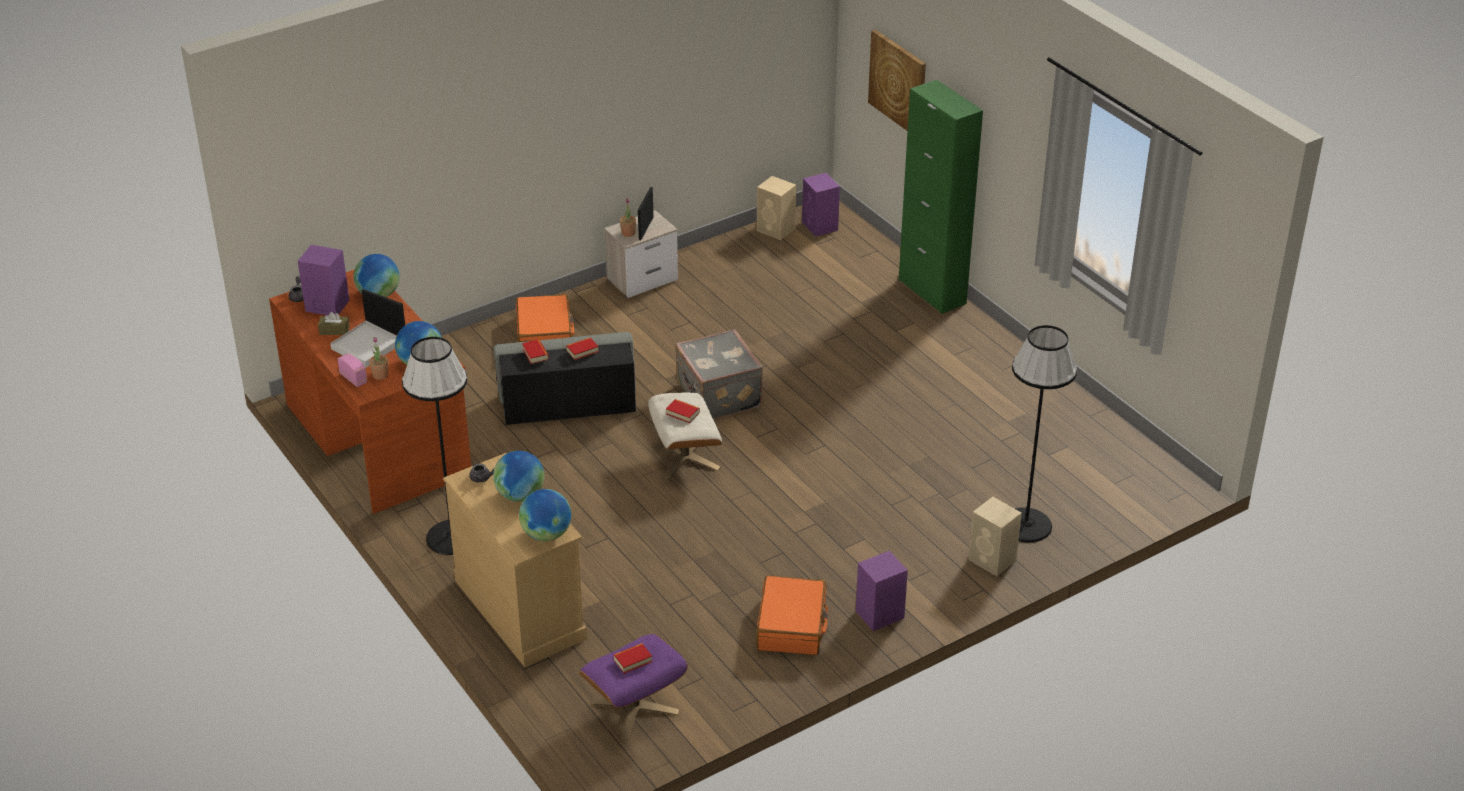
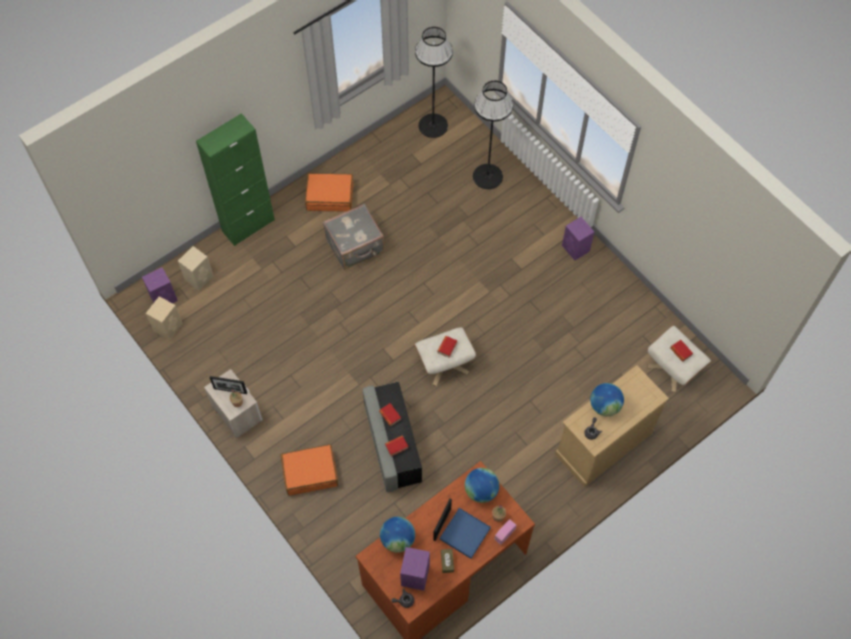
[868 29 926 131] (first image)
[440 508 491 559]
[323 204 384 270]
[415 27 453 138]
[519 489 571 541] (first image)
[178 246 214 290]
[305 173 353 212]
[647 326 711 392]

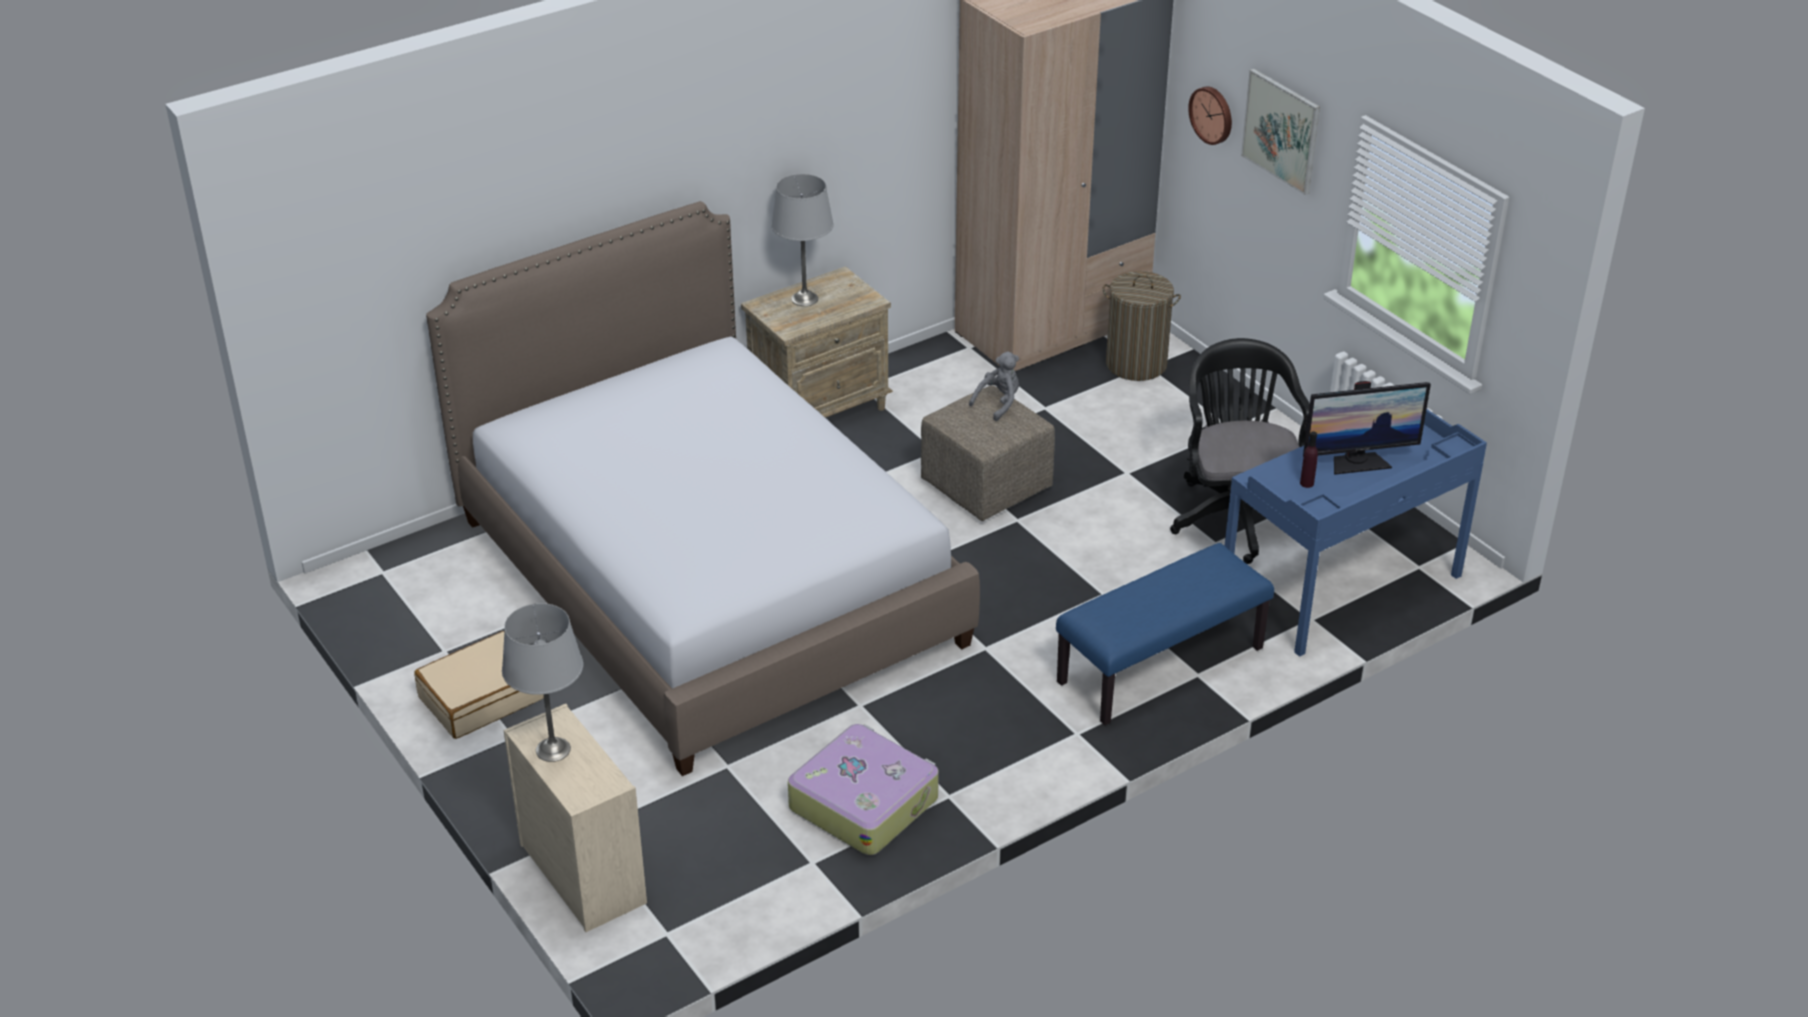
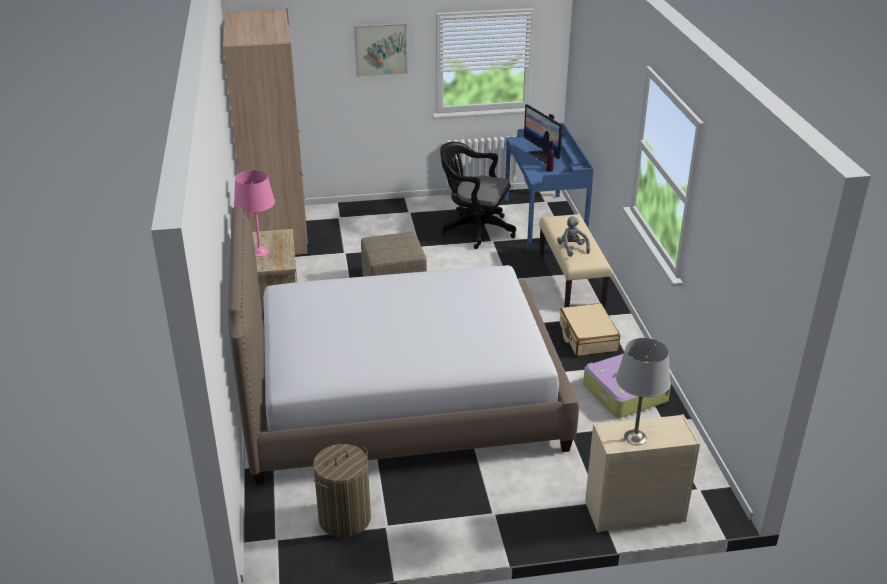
[1188 86 1232 145] (first image)
[234 170 275 257]
[313 444 371 538]
[557 216 590 257]
[524 104 563 163]
[539 214 611 307]
[560 303 620 356]

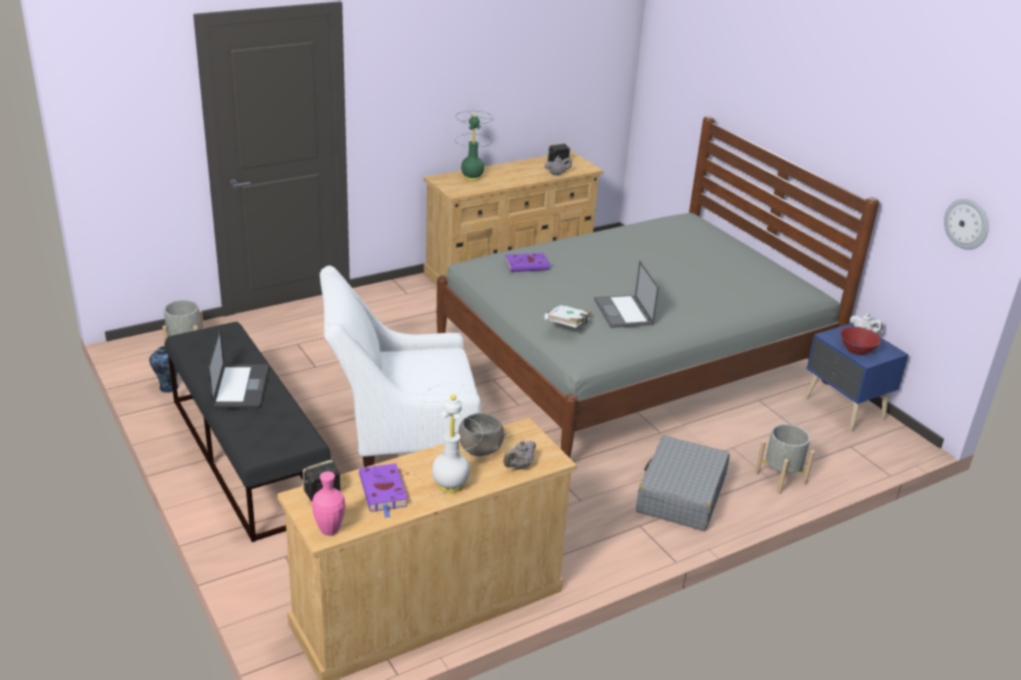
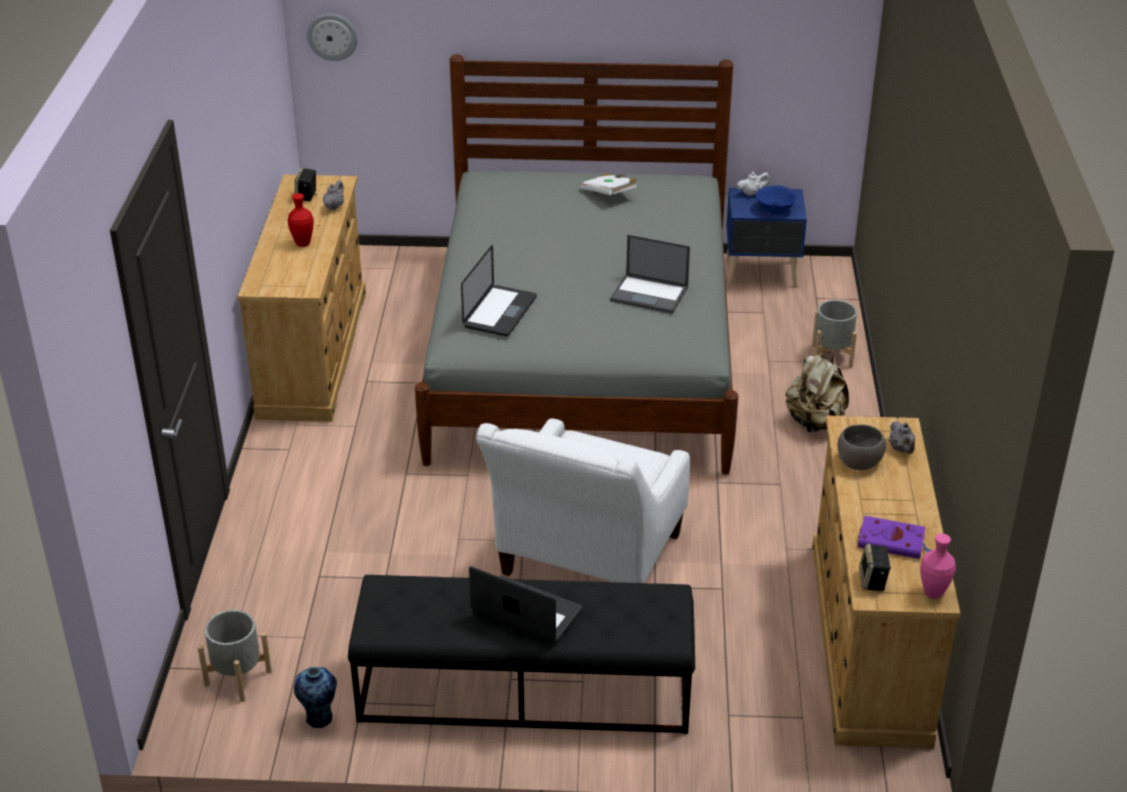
[455 111 493 181] (first image)
[307 14 358 61]
[461 245 537 337]
[579 173 637 195]
[756 185 797 214]
[421 383 484 494] (first image)
[786 352 849 433]
[288 193 314 247]

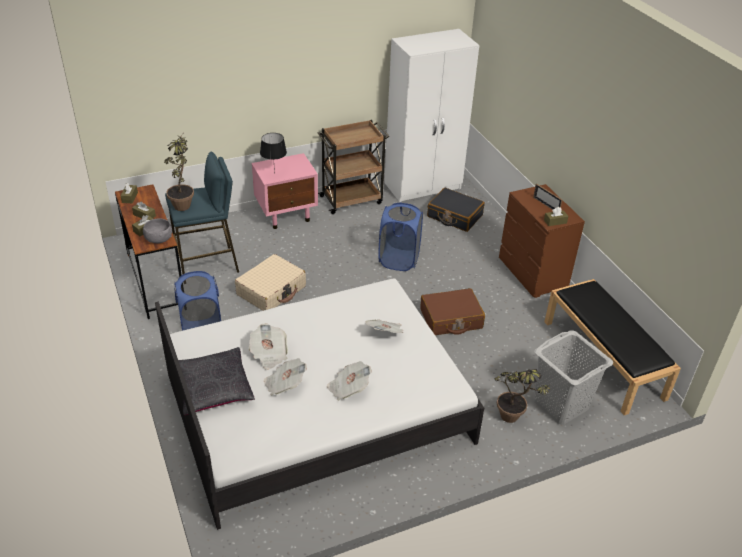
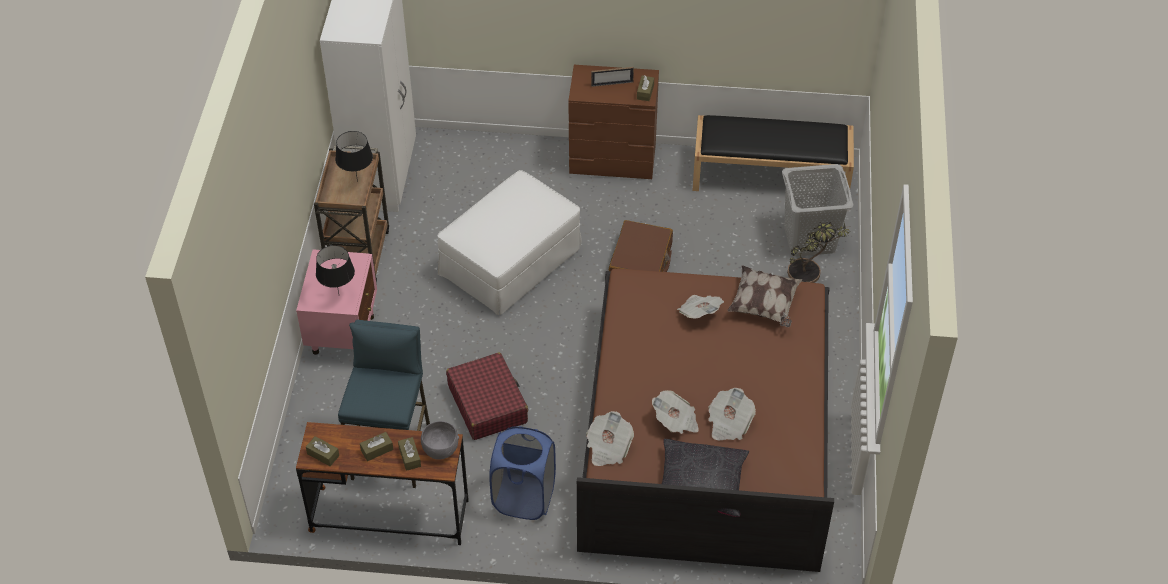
[164 134 194 211] (first image)
[427 188 485 232] (first image)
[437 170 582 315]
[446 352 528 440]
[577 269 834 572]
[586 411 634 466]
[335 131 373 182]
[727 265 803 327]

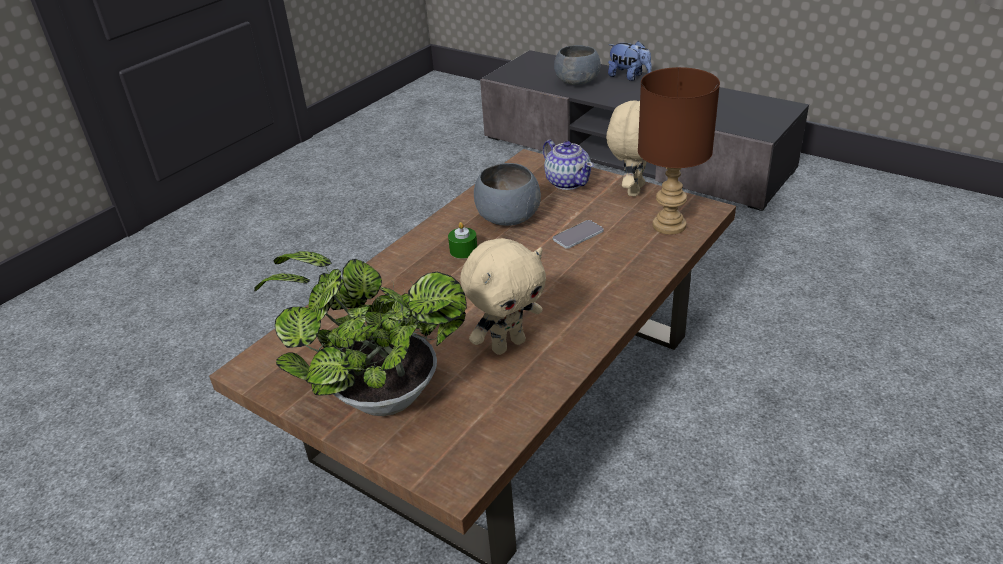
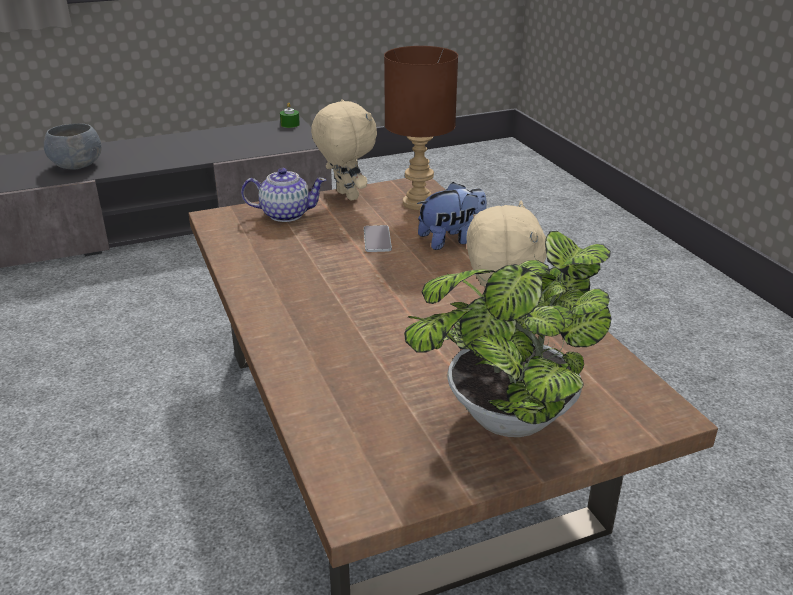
[417 182 487 250]
[474 163 541 226] (first image)
[280 102 300 128]

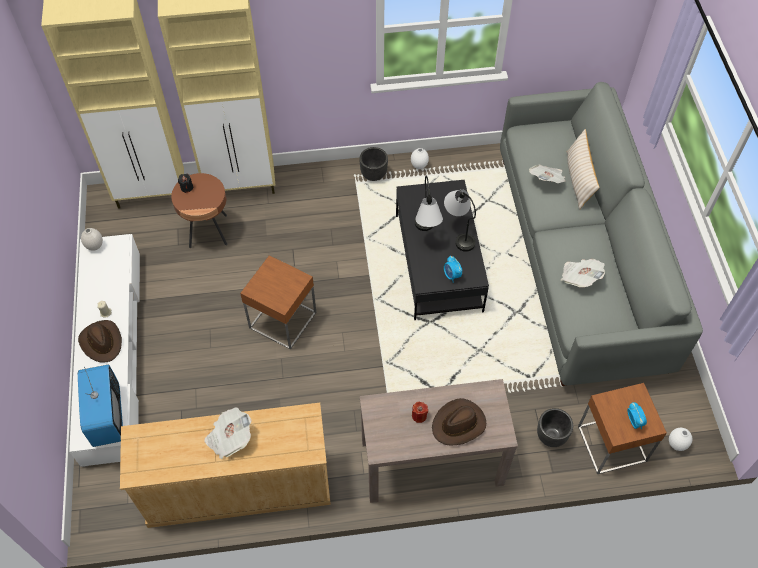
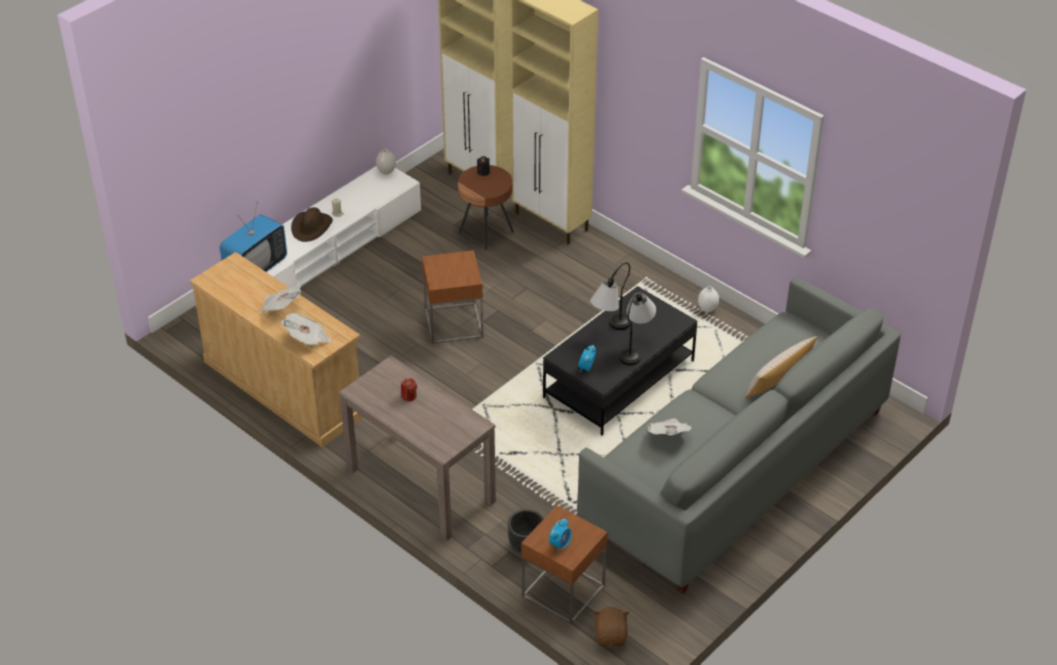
[359 147 388 181] (first image)
[281 313 331 345]
[432 398 486 445] (first image)
[594 607 629 647]

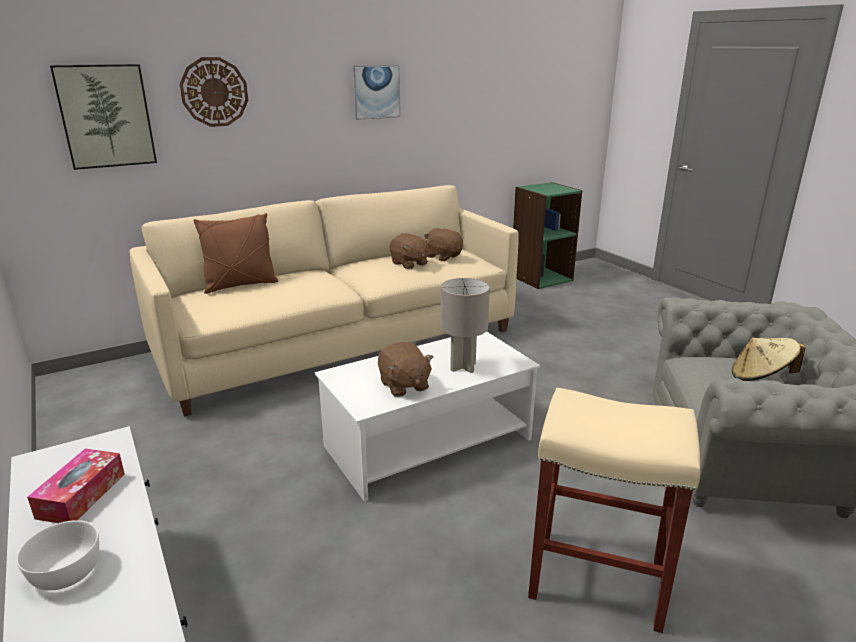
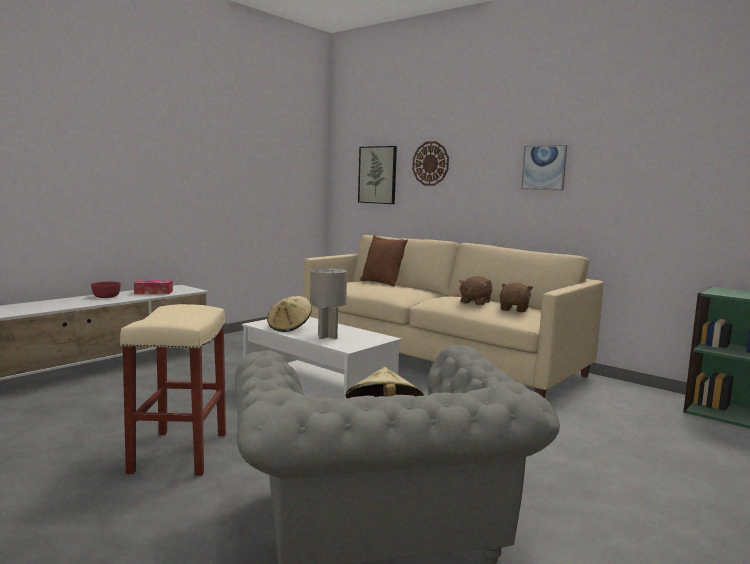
[267 296 312 332]
[91 282 121 298]

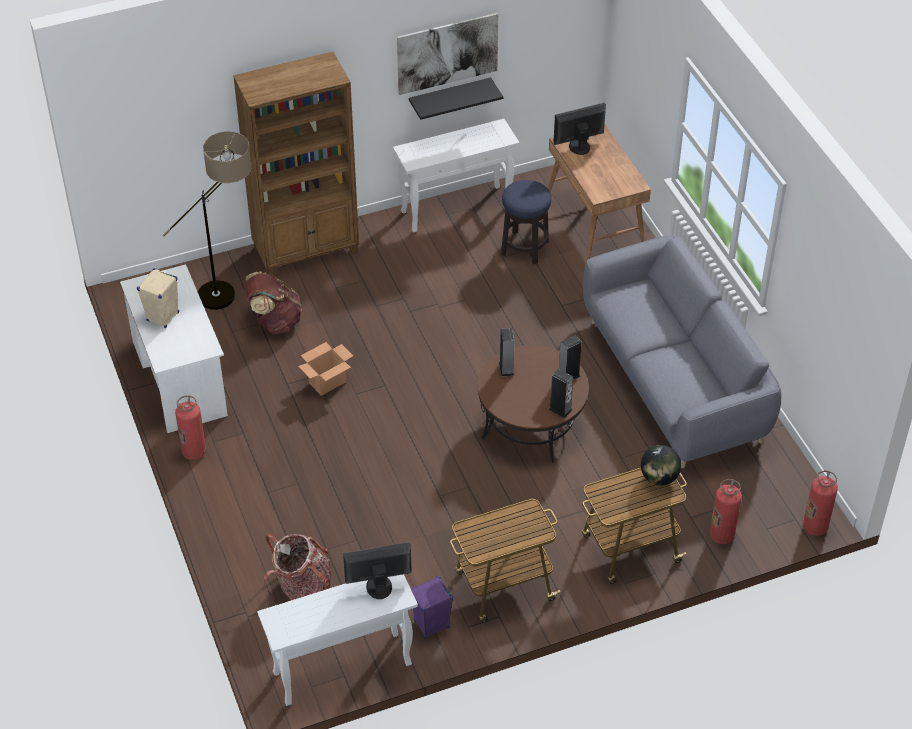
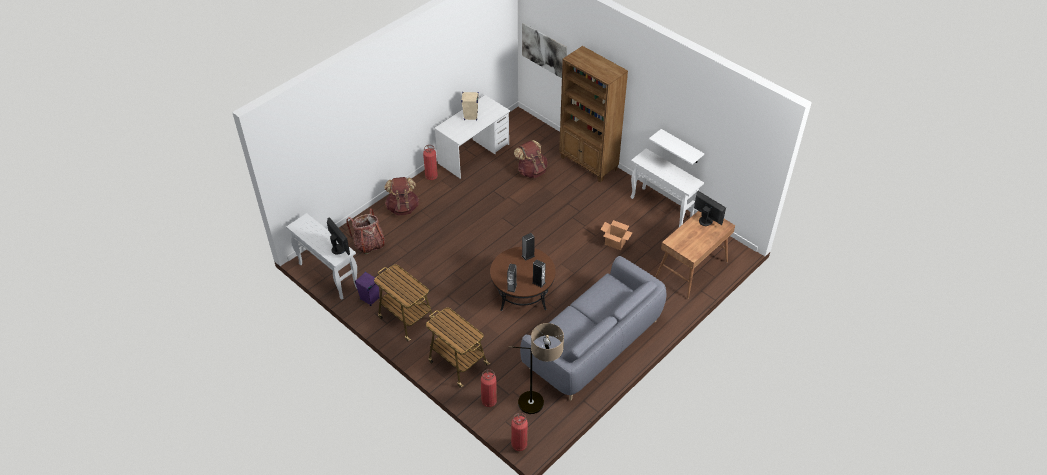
[522 23 567 78]
[649 129 704 165]
[509 323 564 414]
[501 180 551 265] (first image)
[600 220 632 250]
[641 445 681 485] (first image)
[385 177 419 215]

